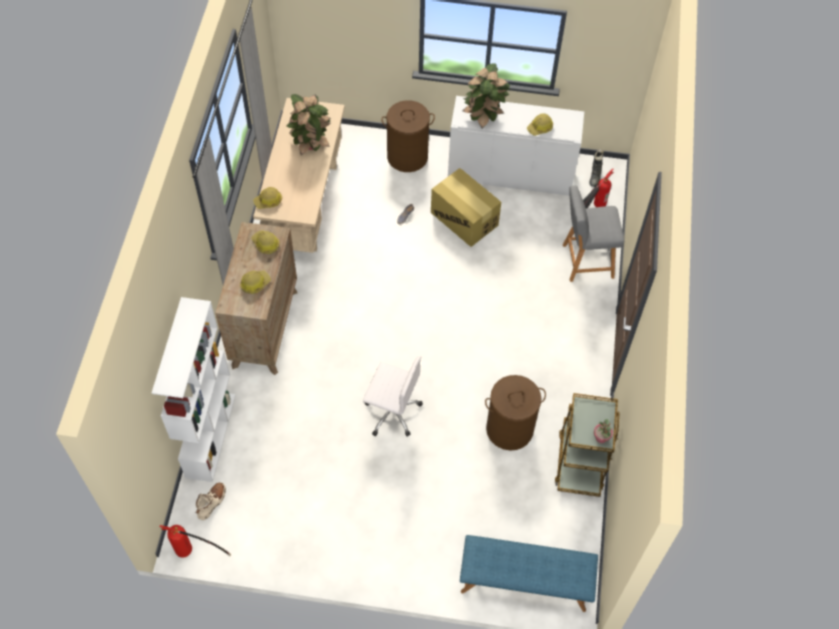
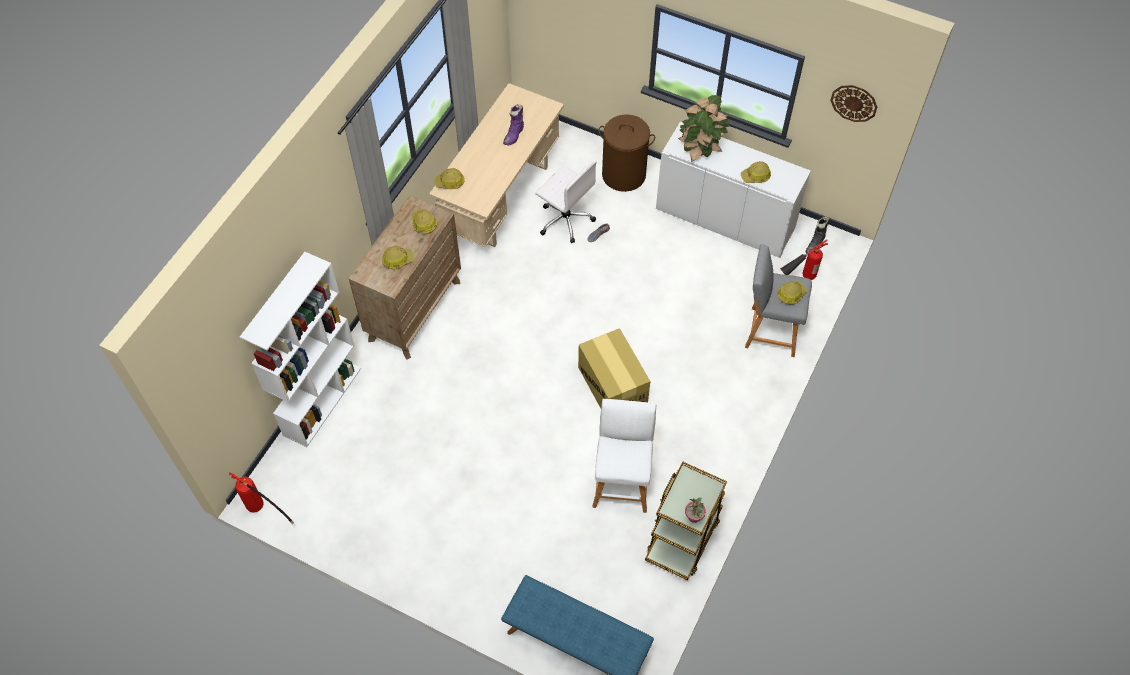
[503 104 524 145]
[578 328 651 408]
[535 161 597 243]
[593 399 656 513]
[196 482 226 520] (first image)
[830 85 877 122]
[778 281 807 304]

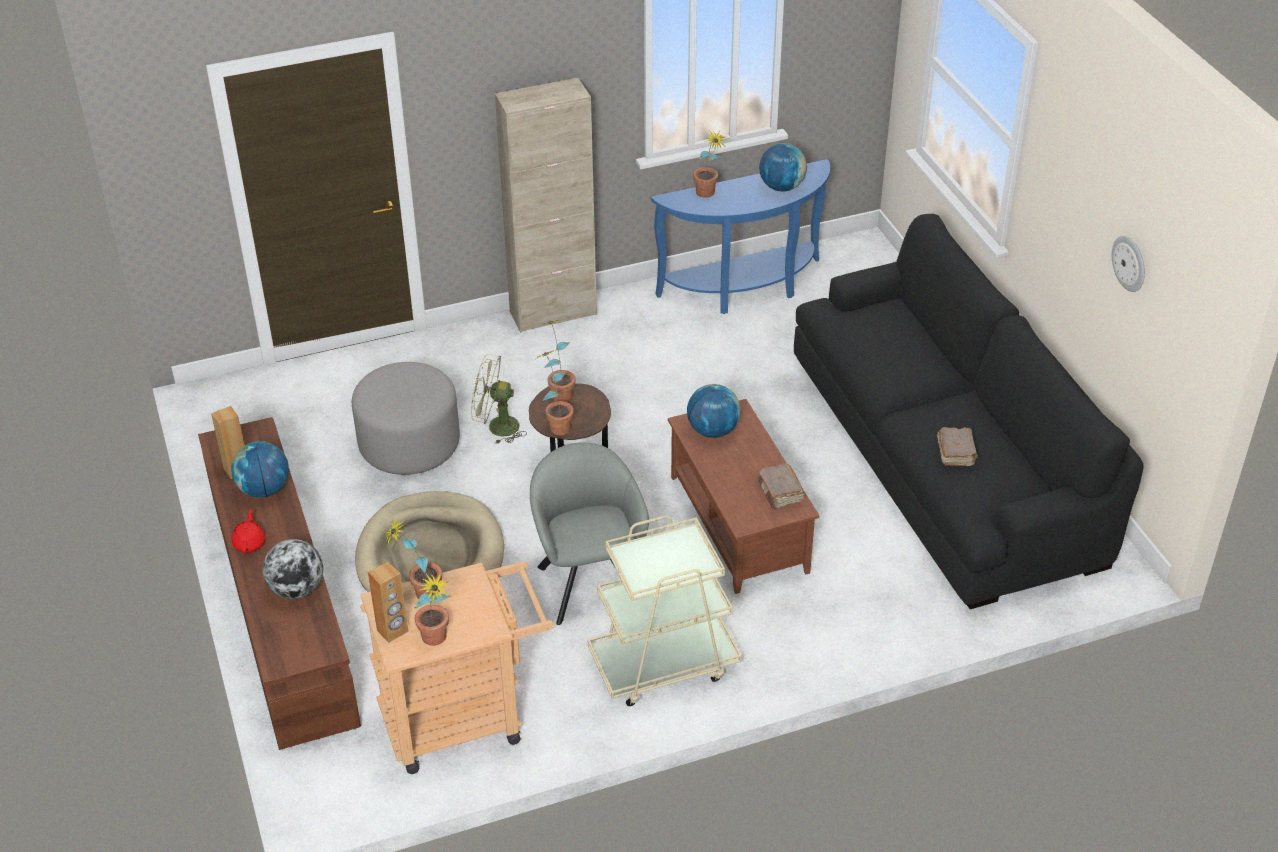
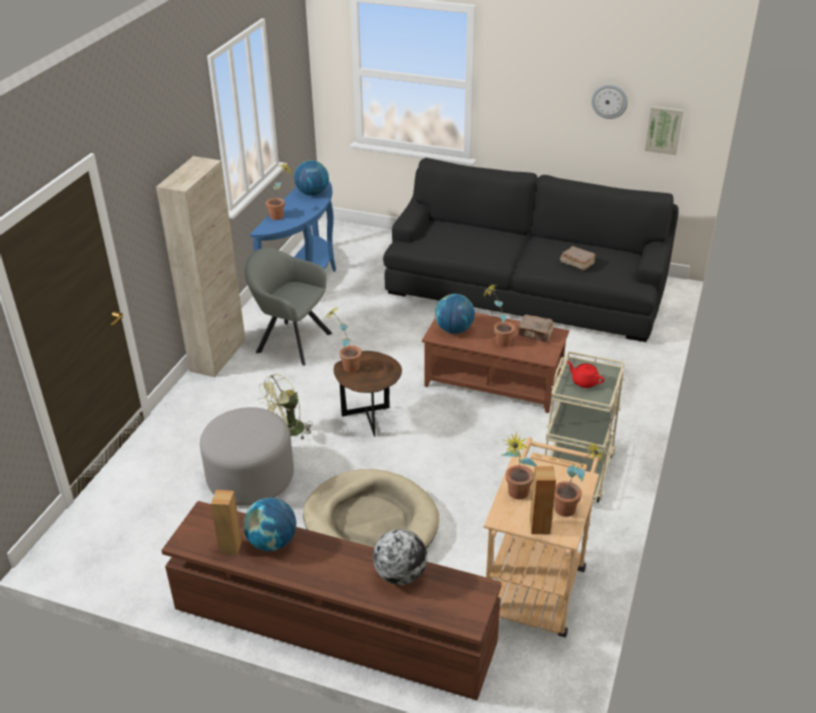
[483 284 515 347]
[245 247 332 366]
[567 361 605 388]
[645 106 684 155]

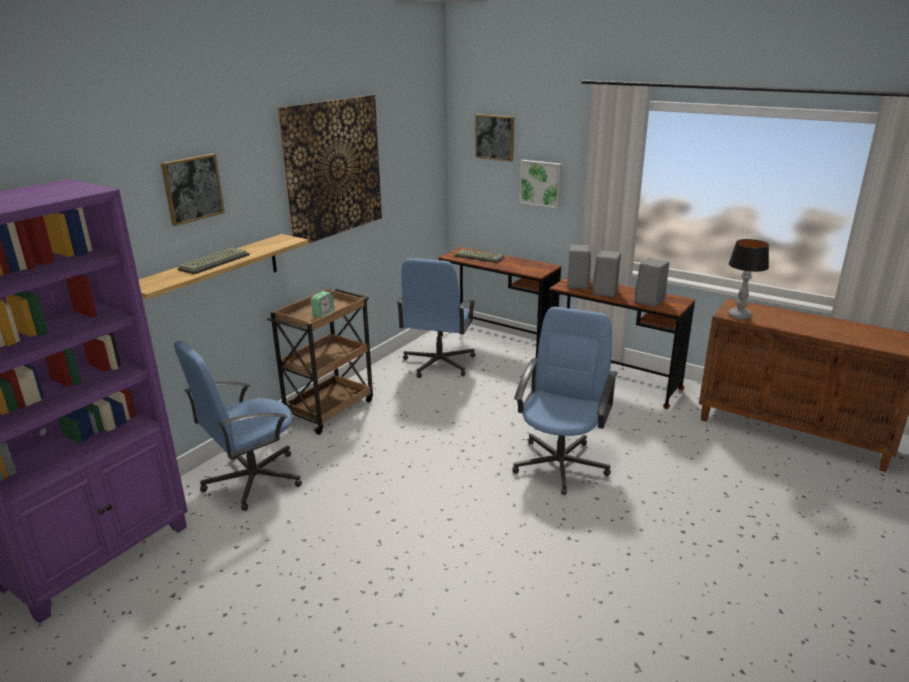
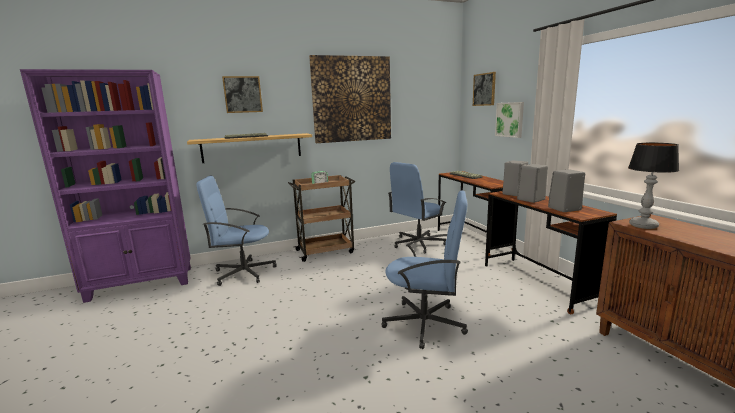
[381 191 468 349]

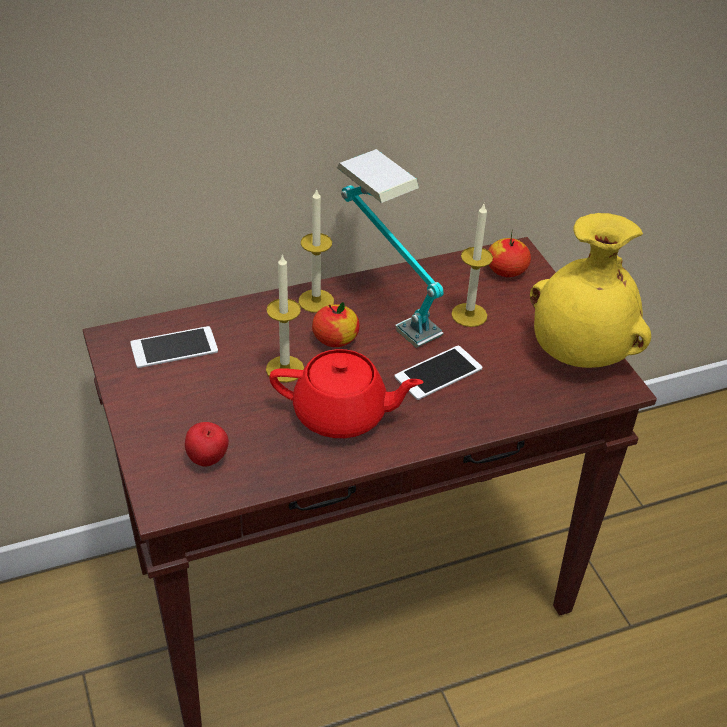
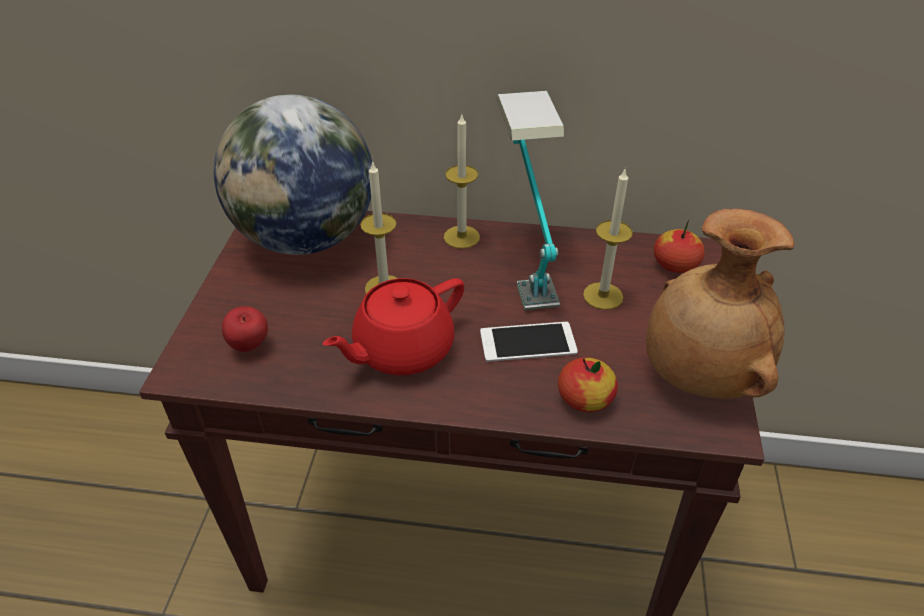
[646 209 794 399]
[558 357 618 412]
[214 94 372 255]
[323 278 464 375]

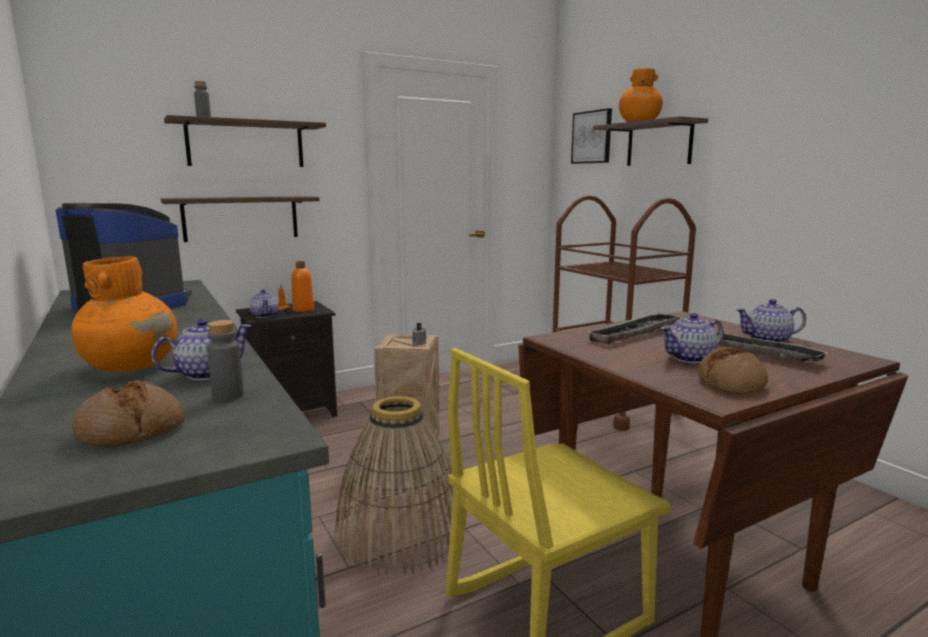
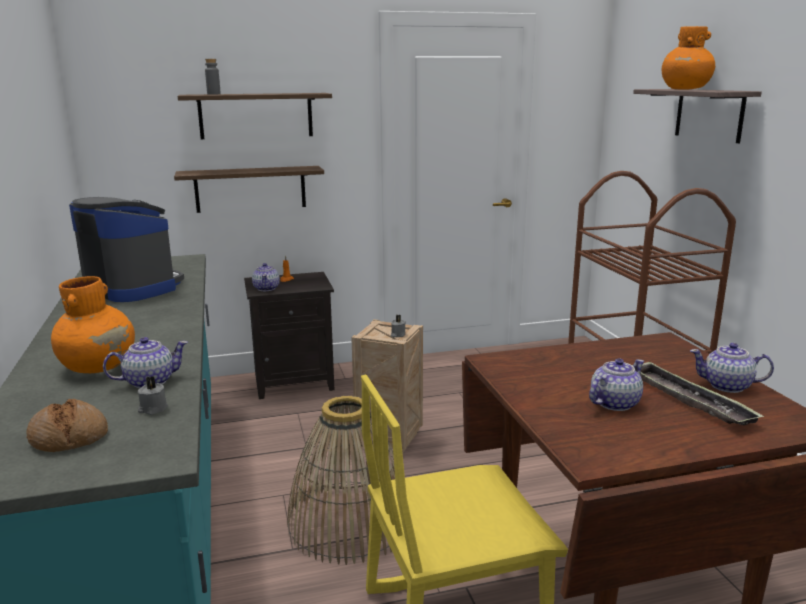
[571 108 612 164] (first image)
[291 261 314 312] (first image)
[586 313 682 344] (first image)
[589 358 644 411]
[137 376 168 415]
[698 347 768 394] (first image)

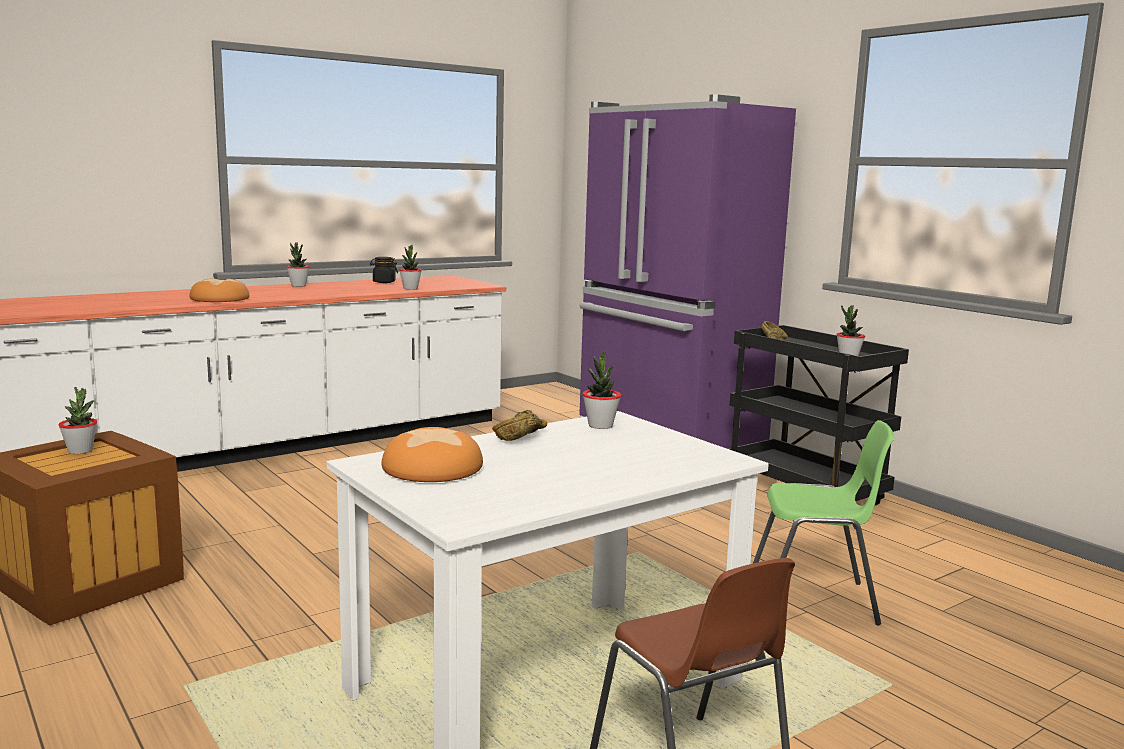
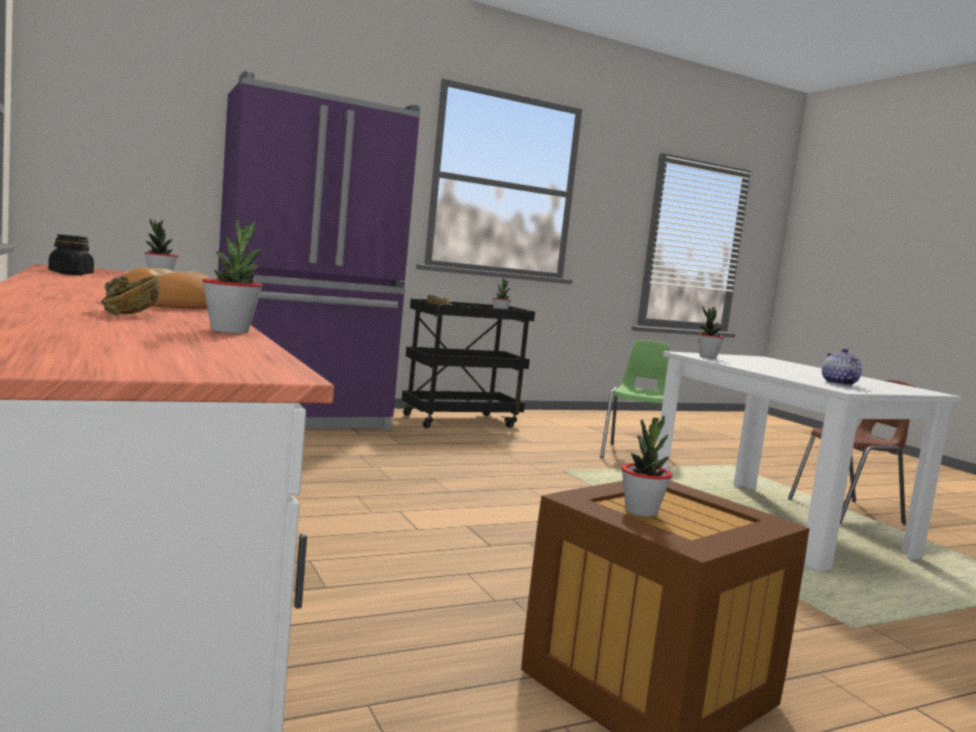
[202 220 263 333]
[101 275 160 315]
[822 348 862 386]

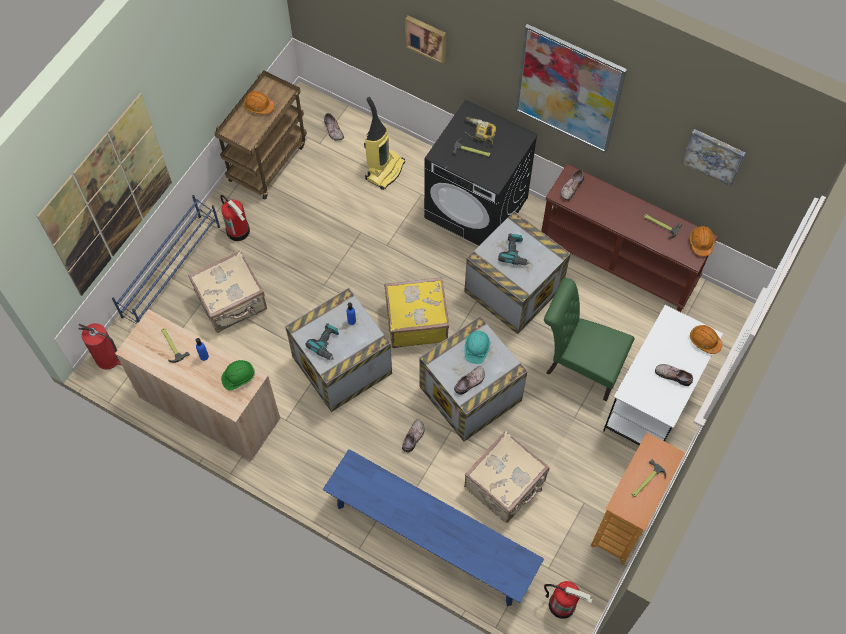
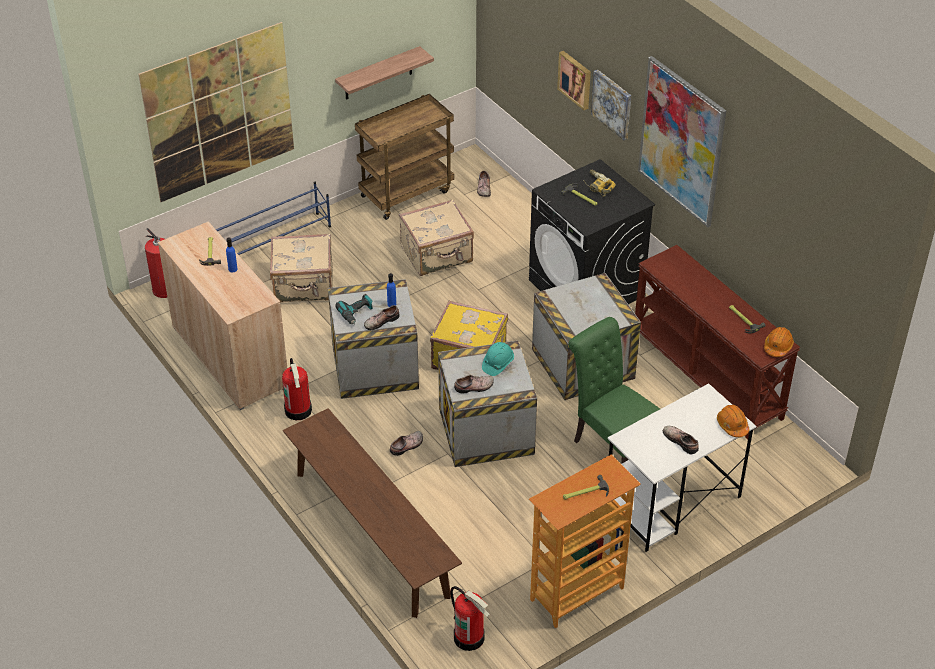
[244 91 274 115] (first image)
[364 97 405 190] (first image)
[591 70 631 140]
[364 305 399 330]
[282 358 312 420]
[498 234 530 265] (first image)
[221 360 255 391] (first image)
[399 200 474 276]
[283 408 462 618]
[335 46 434 100]

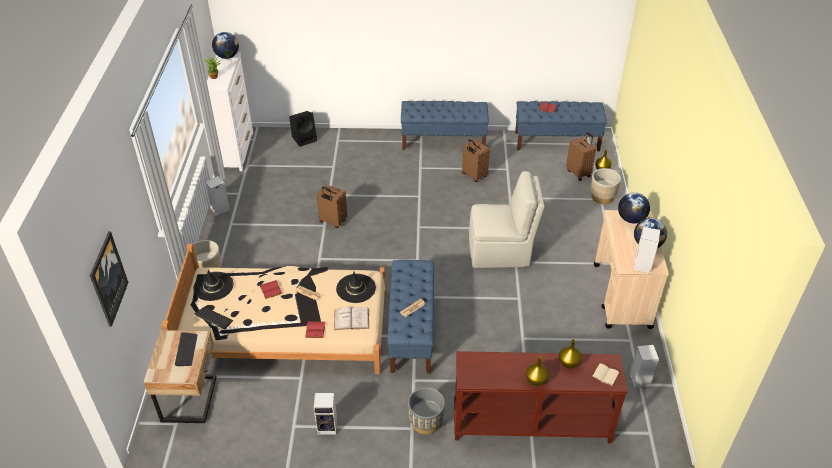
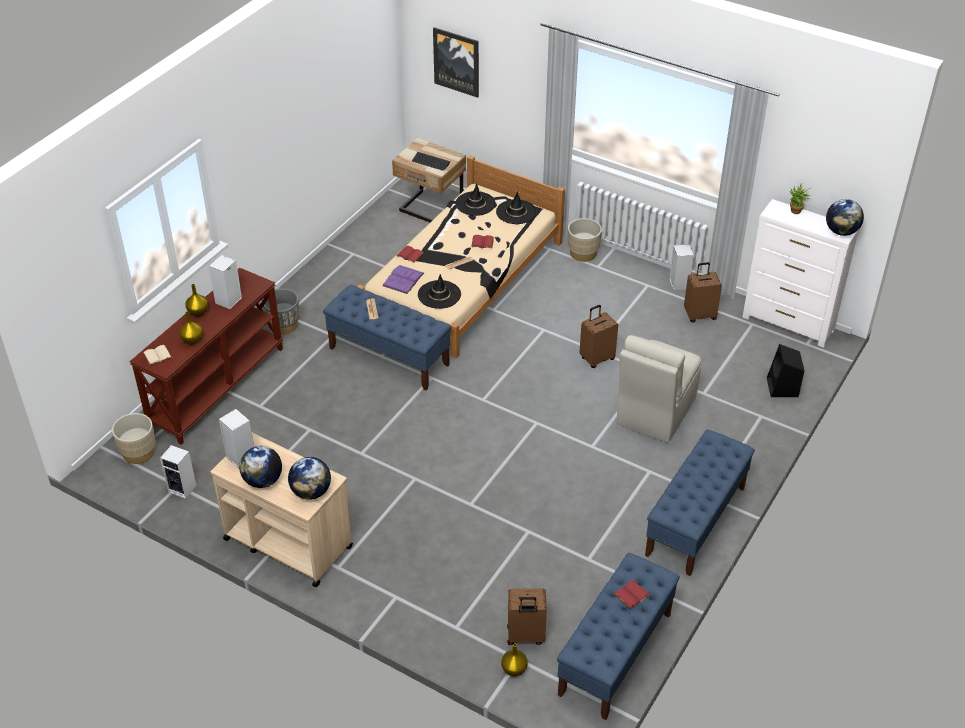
[684 262 722 323]
[112 413 156 464]
[617 335 701 443]
[455 184 496 216]
[383 265 424 294]
[209 255 242 309]

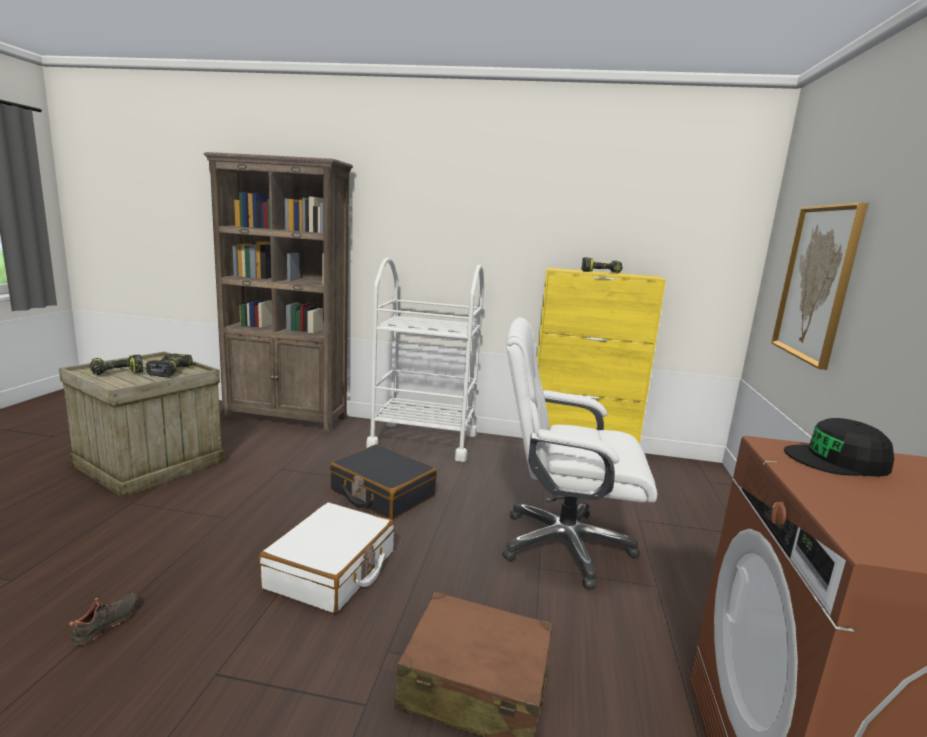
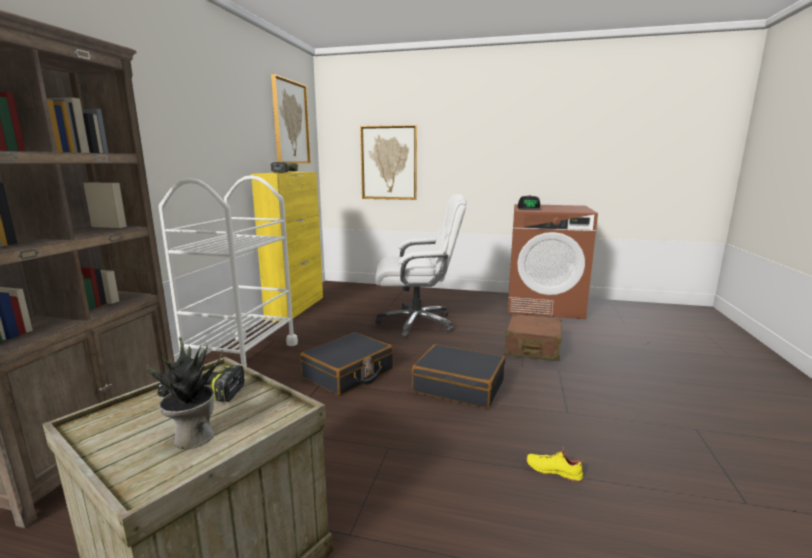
[375 194 467 338]
[146 337 223 449]
[412 344 505 408]
[526 446 585 482]
[271 74 311 164]

